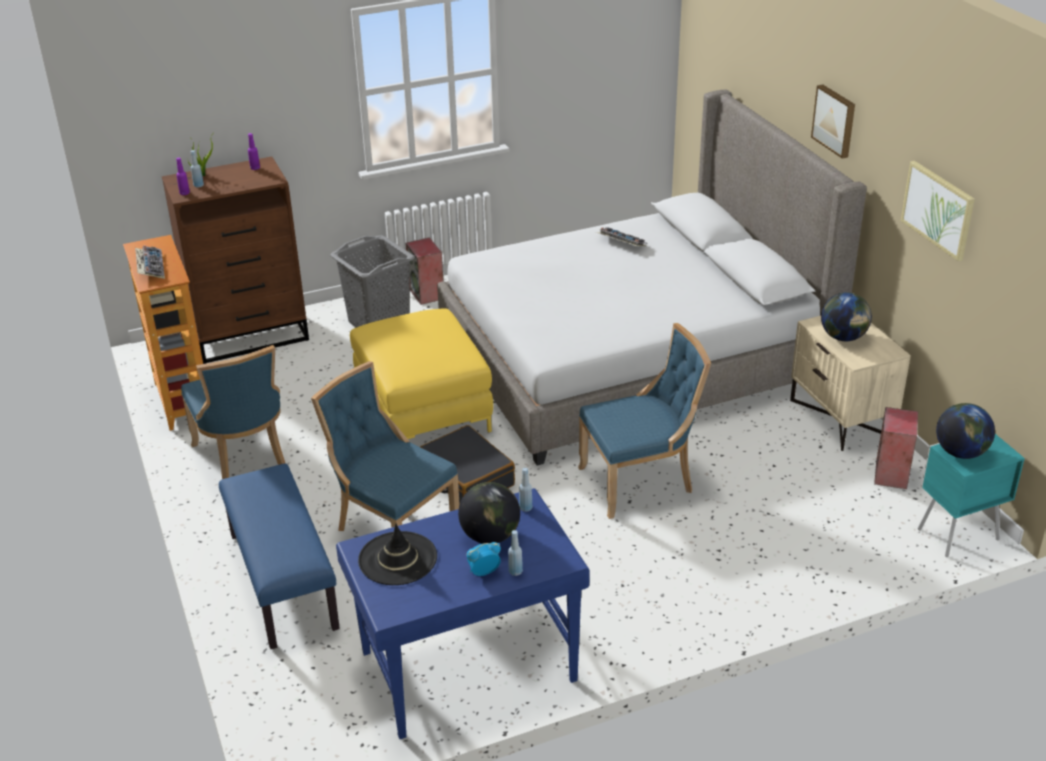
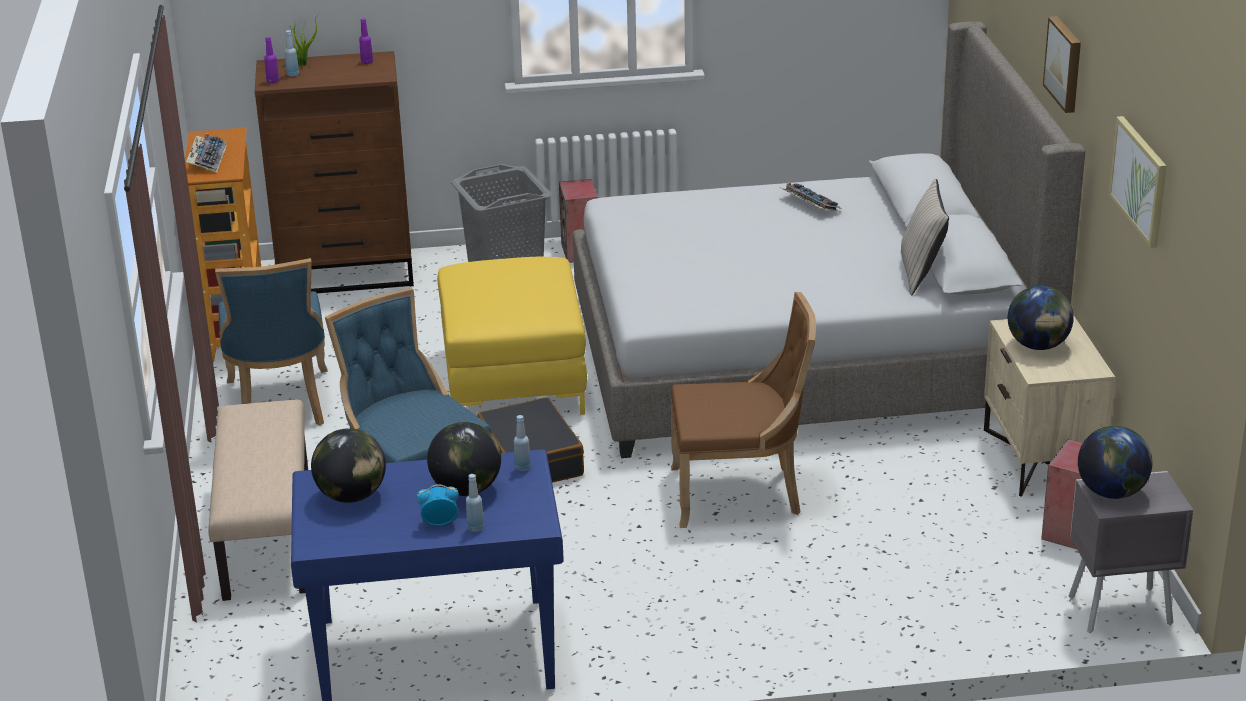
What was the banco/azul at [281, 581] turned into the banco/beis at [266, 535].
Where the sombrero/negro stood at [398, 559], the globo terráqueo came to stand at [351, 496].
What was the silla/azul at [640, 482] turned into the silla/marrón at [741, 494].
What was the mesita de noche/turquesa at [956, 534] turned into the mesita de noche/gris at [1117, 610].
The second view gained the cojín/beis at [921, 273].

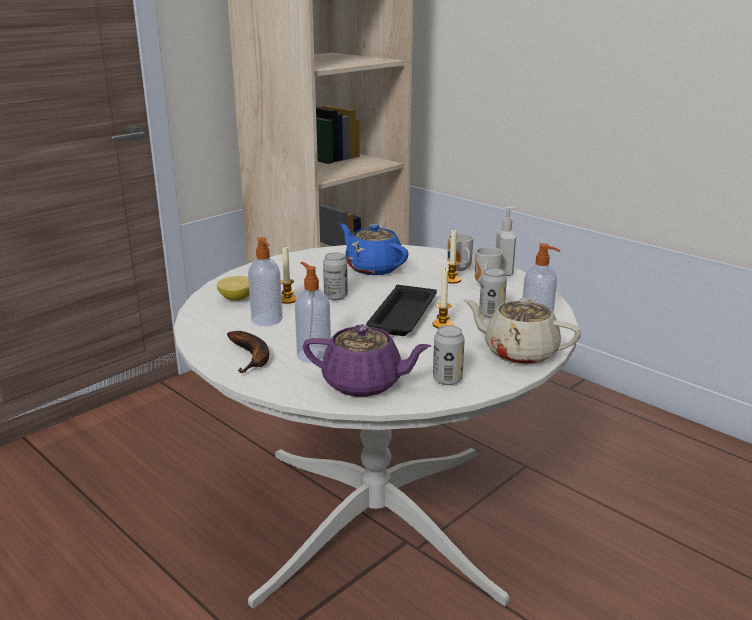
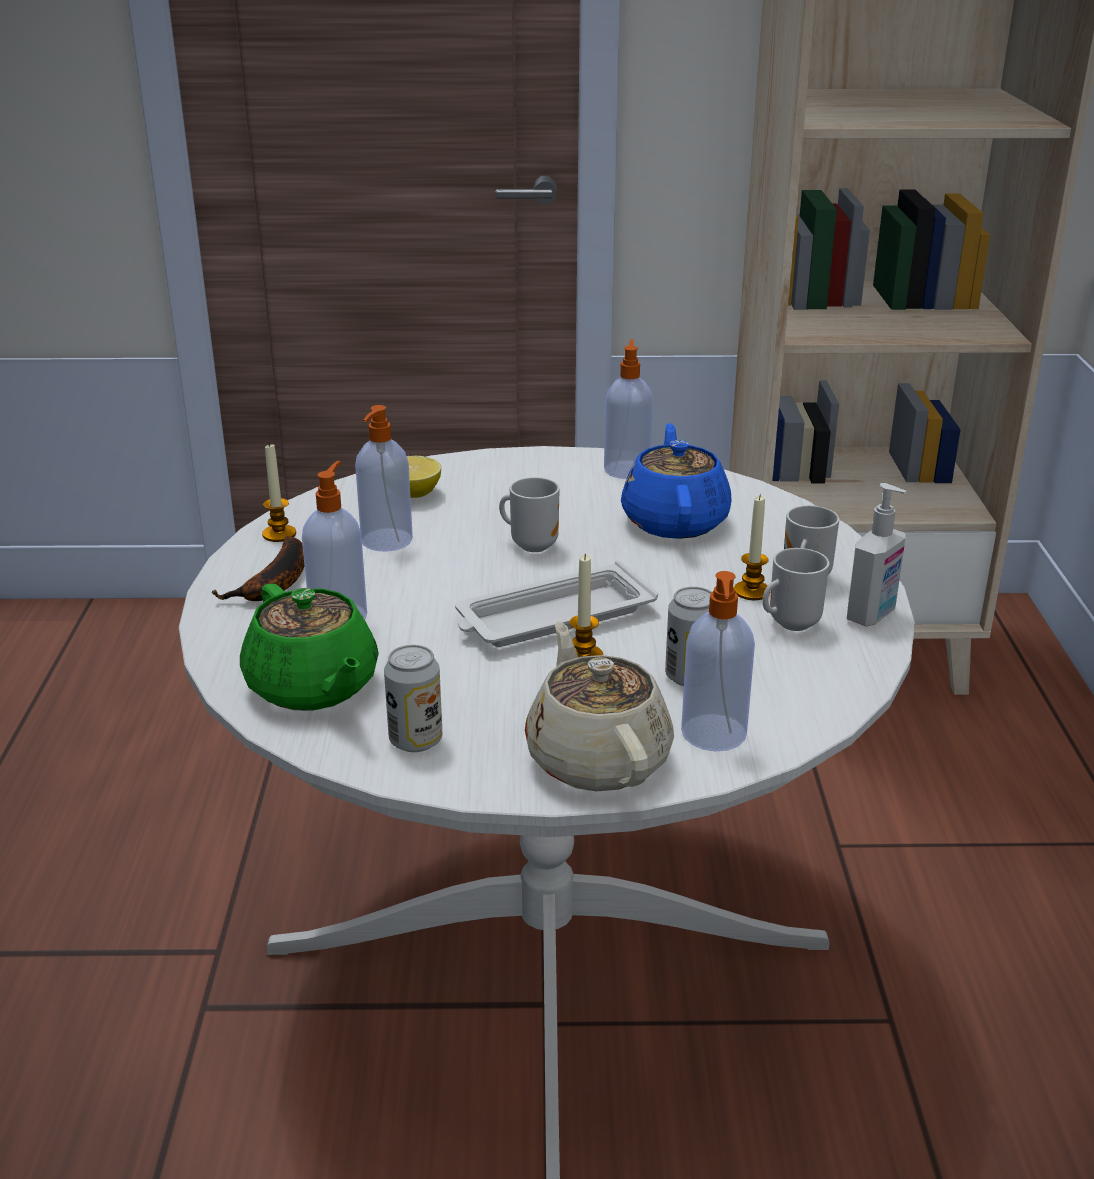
The vela ended up elsewhere, having gone from [288, 299] to [279, 534].
What was the tetera/morado at [364, 383] turned into the tetera/verde at [313, 687].
Where the lata stood at [335, 296], the taza grande came to stand at [532, 544].
What was the bandeja/negro at [402, 317] turned into the bandeja/blanco at [552, 617].
The second view gained the dispensador de jabón at [627, 469].

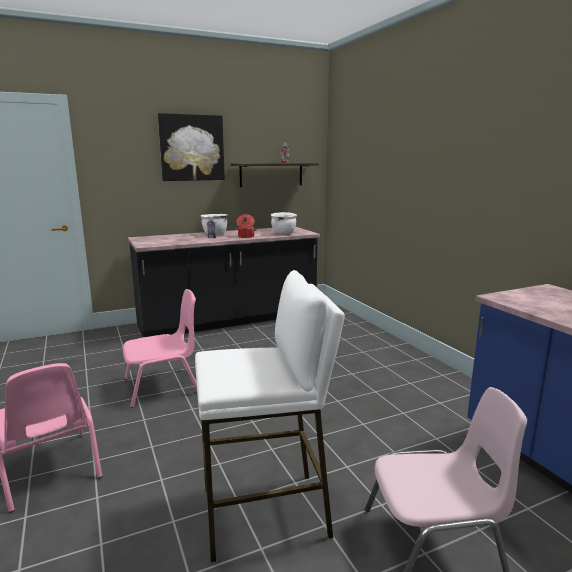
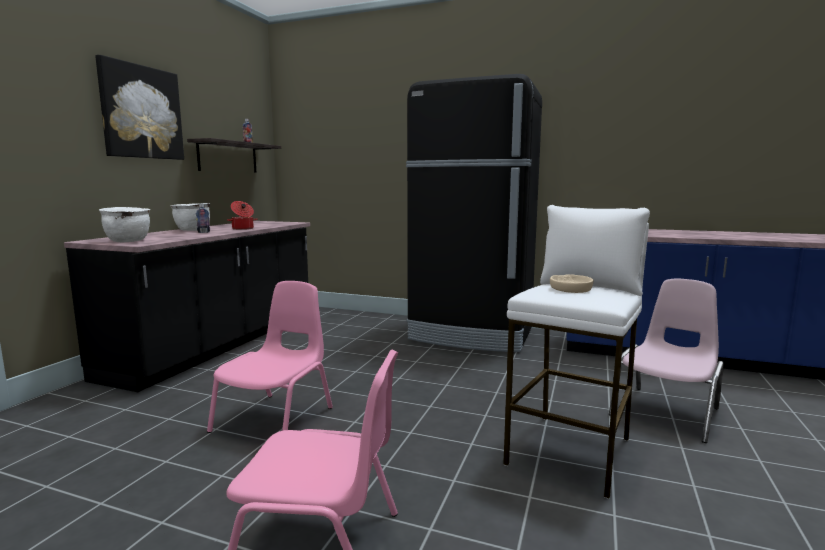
The olla/blanco ended up elsewhere, having gone from [284, 233] to [128, 241].
The second view gained the nevera/negro at [471, 335].
The second view gained the cuenco/beis at [570, 289].

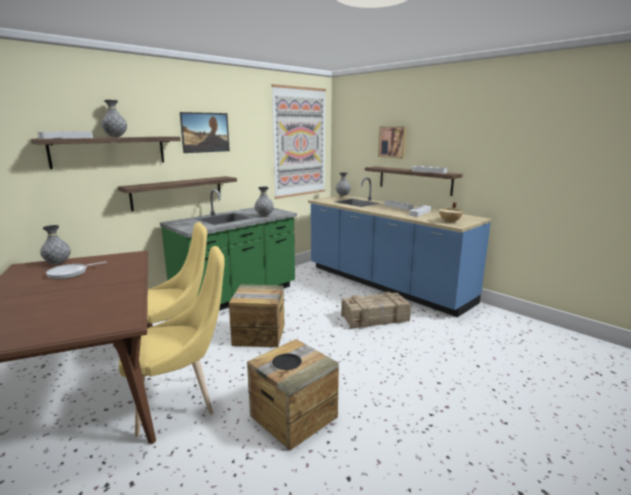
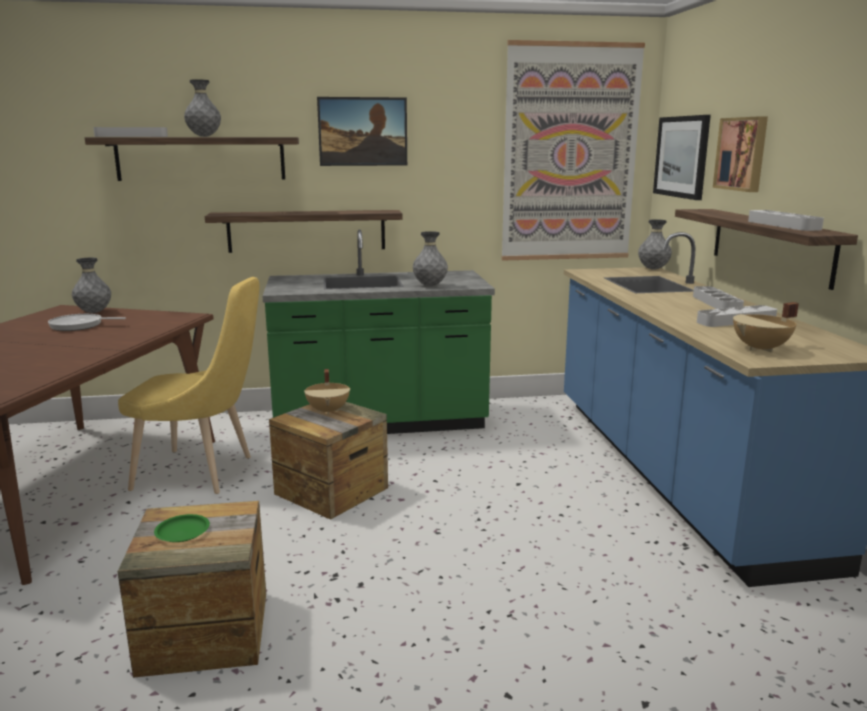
The second view lost the silla/amarillo at [180, 401].
What was the plato/negro at [287, 363] turned into the plato/verde at [183, 532].
The second view lost the caja de embalaje at [375, 318].
The second view gained the olla/beis at [329, 410].
The second view gained the cuadro at [681, 157].

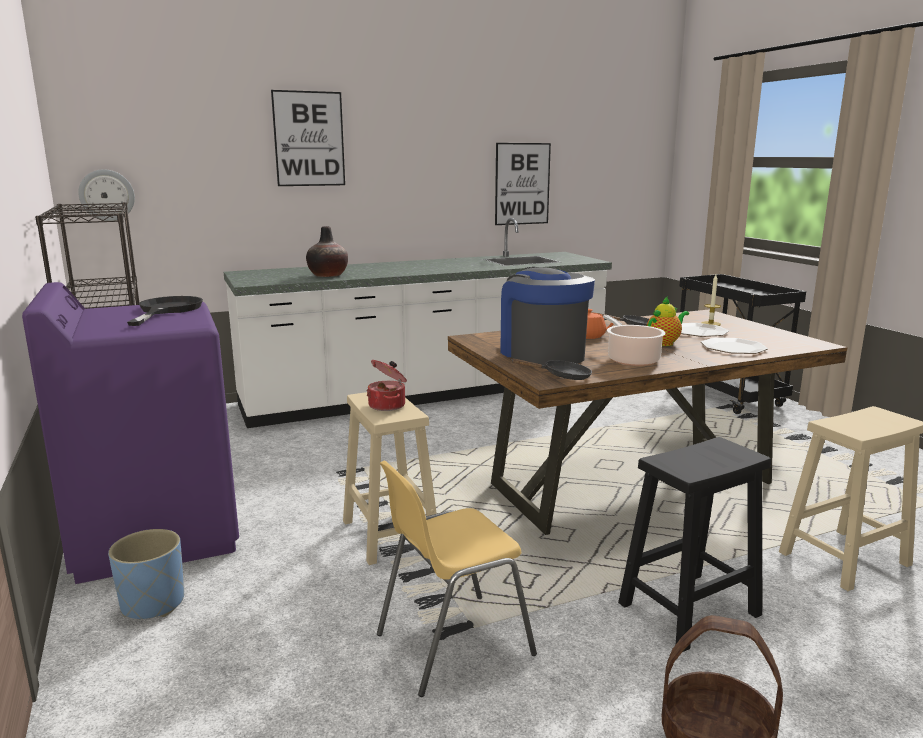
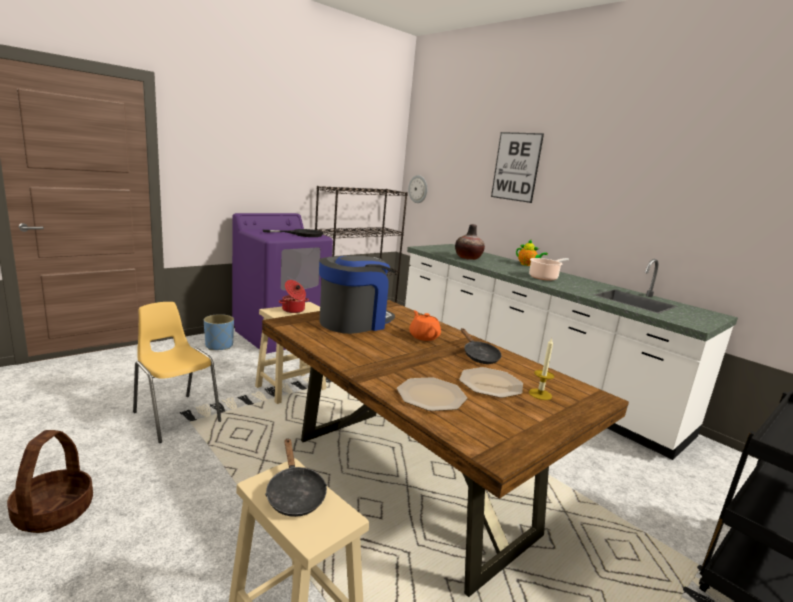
The second view lost the cuadro at [522, 184].
The sartén/negro ended up elsewhere, having gone from [562, 376] to [295, 494].
The olla ended up elsewhere, having gone from [631, 359] to [544, 277].
The second view lost the taburete/negro at [687, 610].
The tetera ended up elsewhere, having gone from [664, 343] to [527, 265].

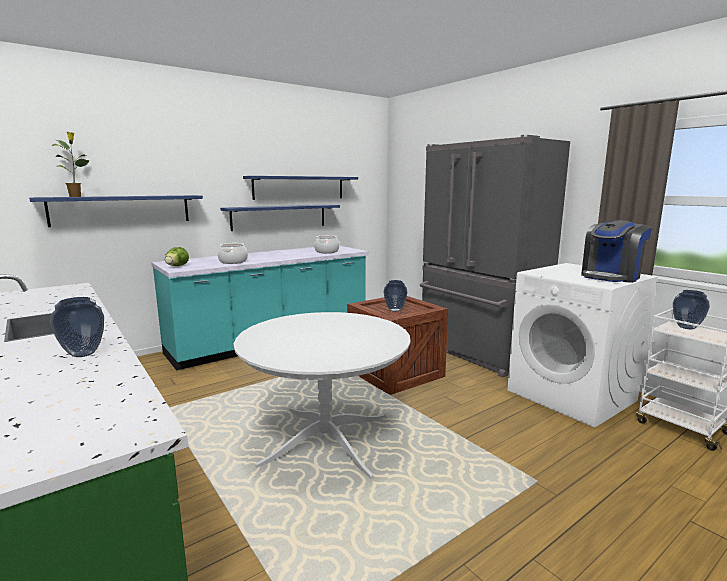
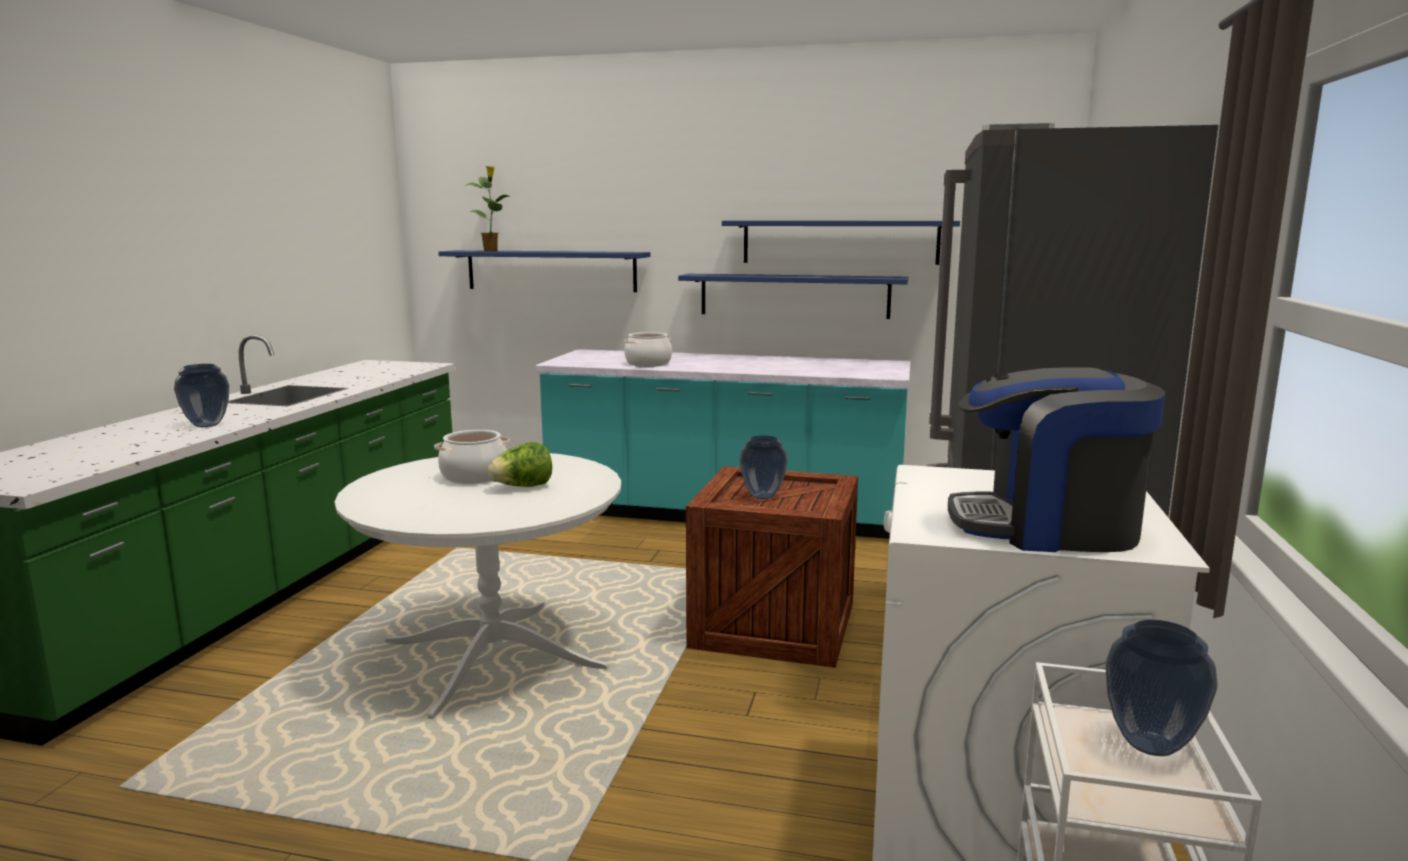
The lechuga ended up elsewhere, having gone from [176, 266] to [523, 487].
The olla ended up elsewhere, having gone from [326, 251] to [474, 476].

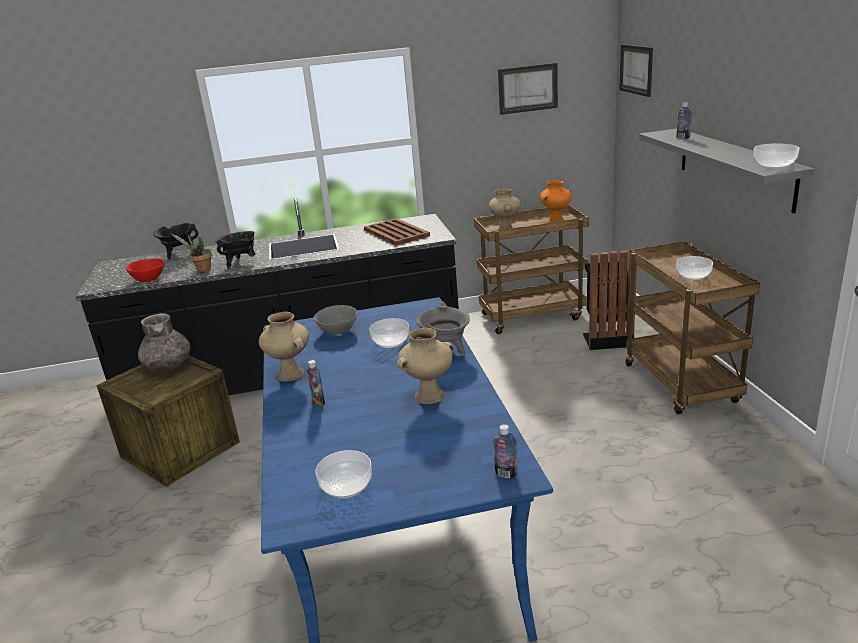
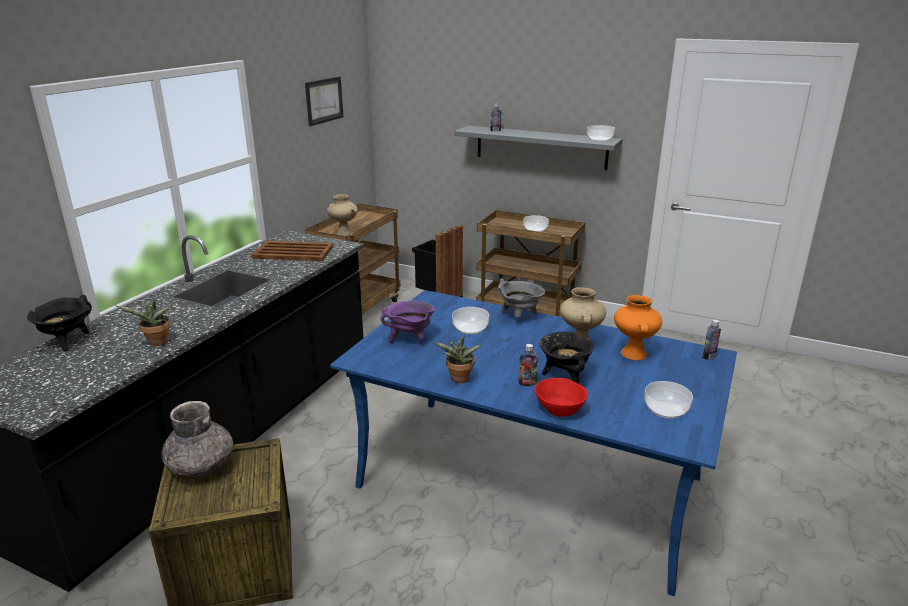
The cuenco/rojo ended up elsewhere, having gone from [149, 279] to [560, 409].
The olla/negro ended up elsewhere, having gone from [240, 263] to [564, 377].
Where the florero/beis stood at [291, 374], the planta en maceta came to stand at [459, 380].
Where the cuenco/gris stood at [337, 331], the olla/morado came to stand at [410, 339].
The florero/naranja ended up elsewhere, having gone from [556, 221] to [632, 353].
The second view lost the cuadro at [636, 69].

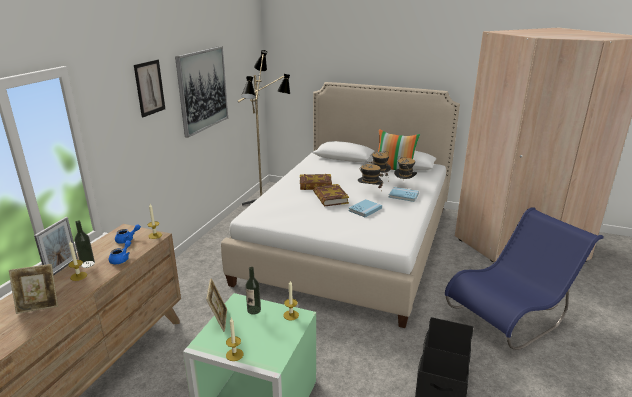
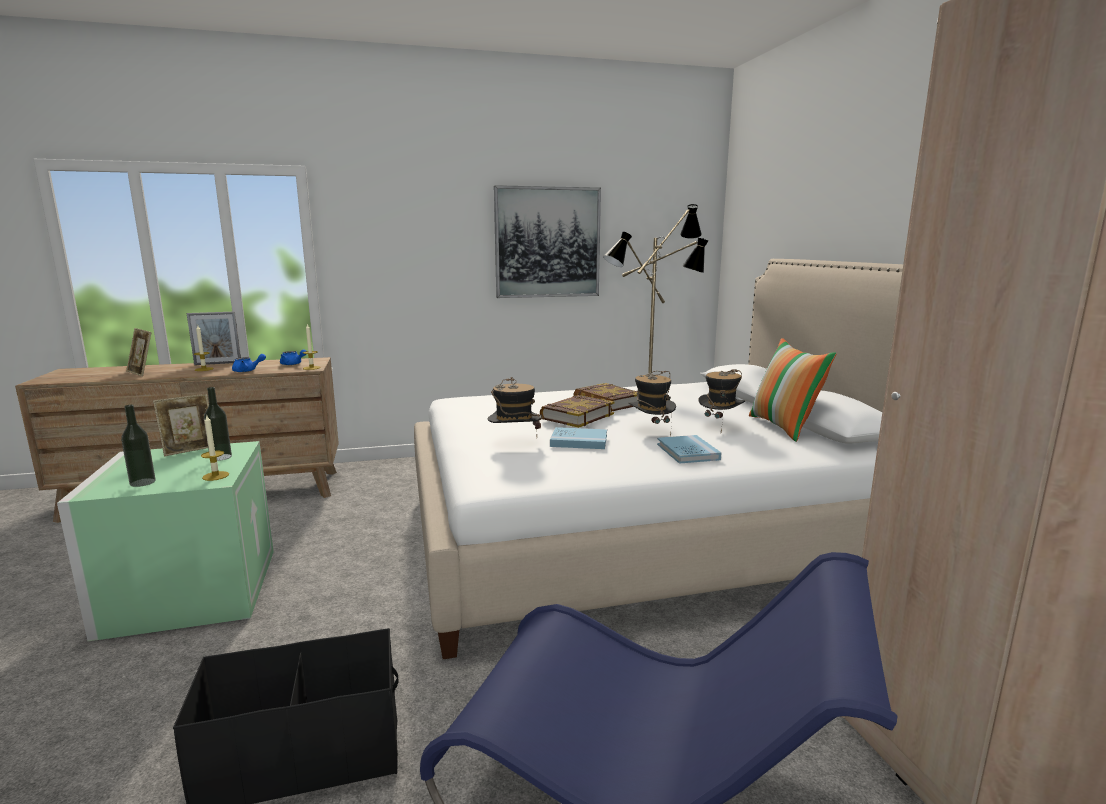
The botella ended up elsewhere, having gone from [87, 264] to [142, 482].
The second view lost the cuadro at [149, 88].
The second view lost the vela at [234, 354].
The sombrero ended up elsewhere, having gone from [404, 185] to [514, 443].

